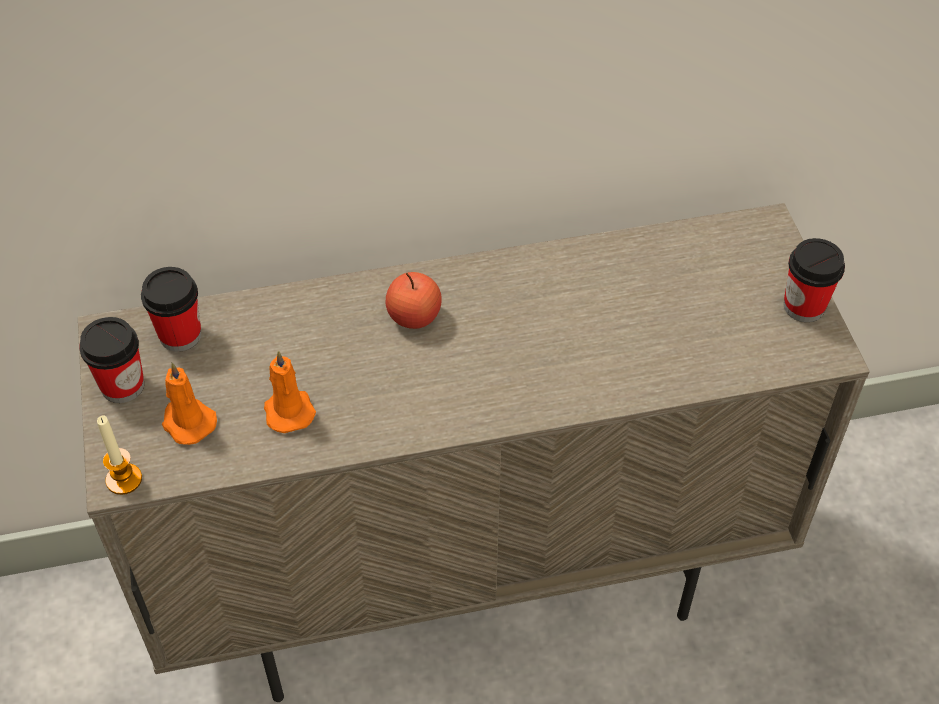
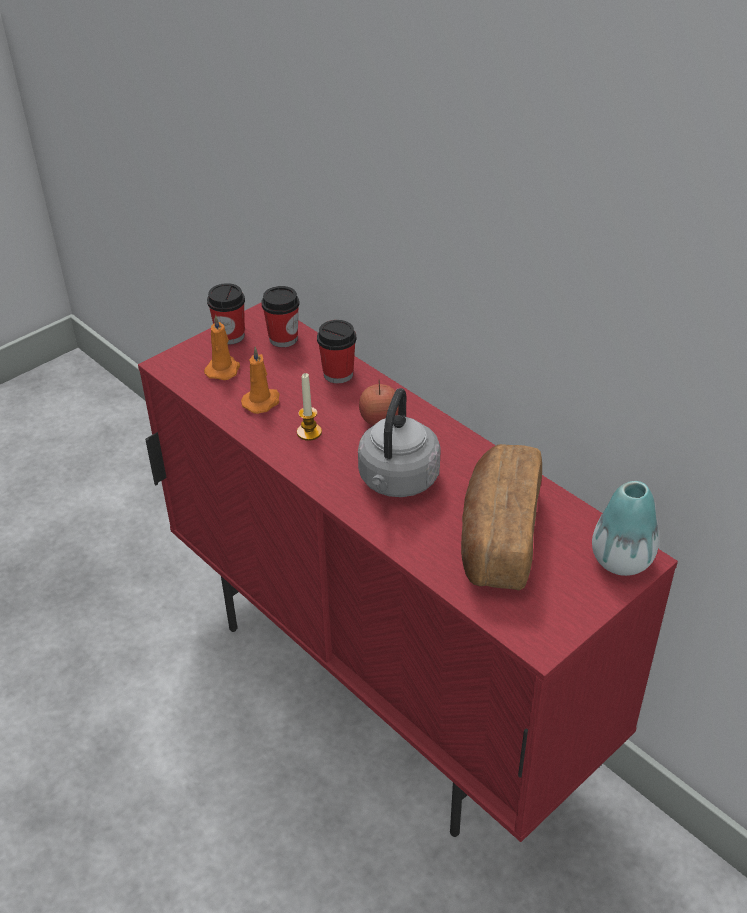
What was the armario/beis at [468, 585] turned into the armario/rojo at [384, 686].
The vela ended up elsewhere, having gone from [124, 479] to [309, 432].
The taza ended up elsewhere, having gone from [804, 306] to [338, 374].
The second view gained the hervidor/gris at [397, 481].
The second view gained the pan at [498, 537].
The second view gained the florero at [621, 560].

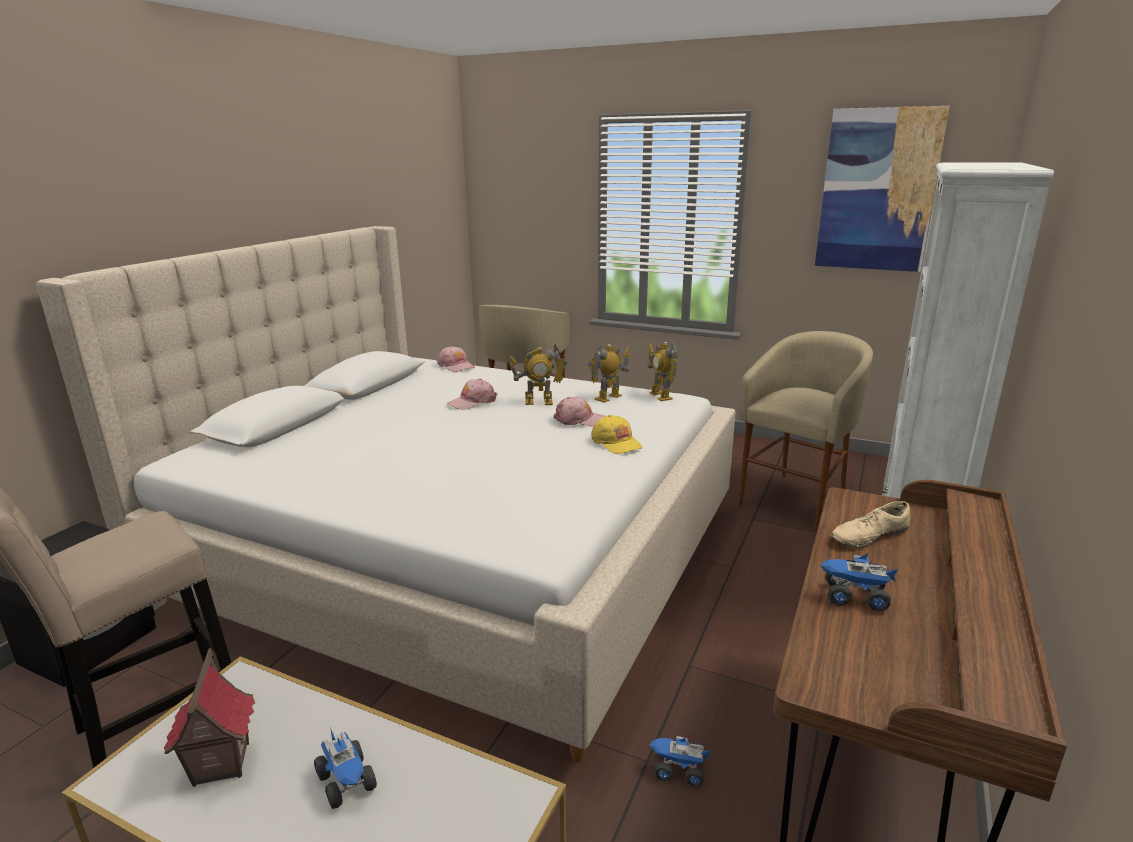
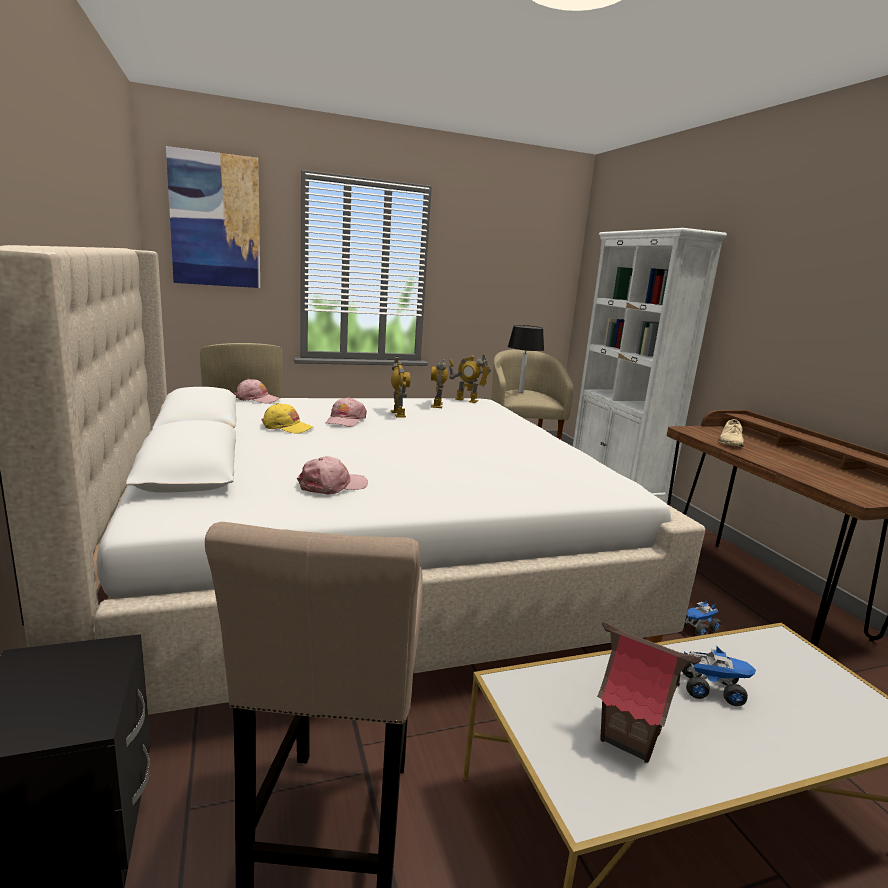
The robot de juguete at [539, 402] ended up facing another way, 60 degrees counterclockwise from before.
The gorra/rosa ended up elsewhere, having gone from [579, 420] to [332, 485].
The gorra/amarillo ended up elsewhere, having gone from [616, 443] to [287, 427].
The cuadro ended up elsewhere, having gone from [877, 190] to [215, 221].
The second view lost the camión de juguete at [854, 597].
The second view gained the lámpara de mesa/negro at [520, 392].

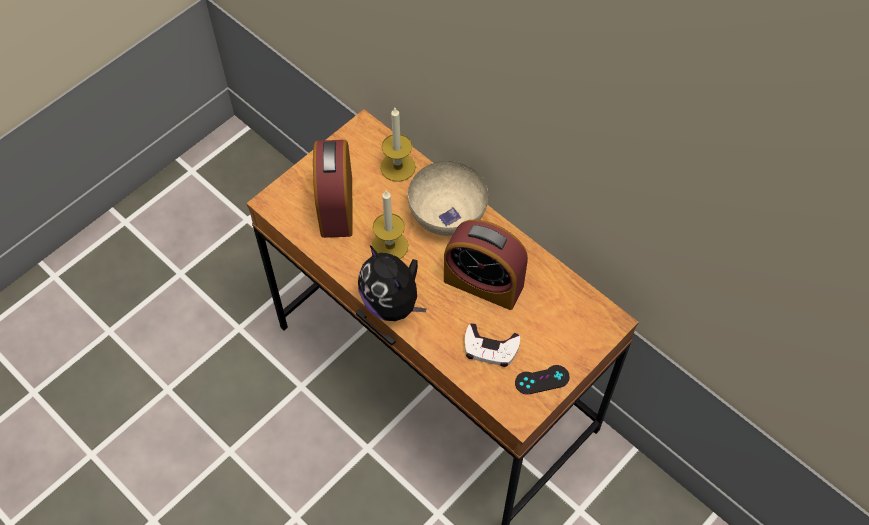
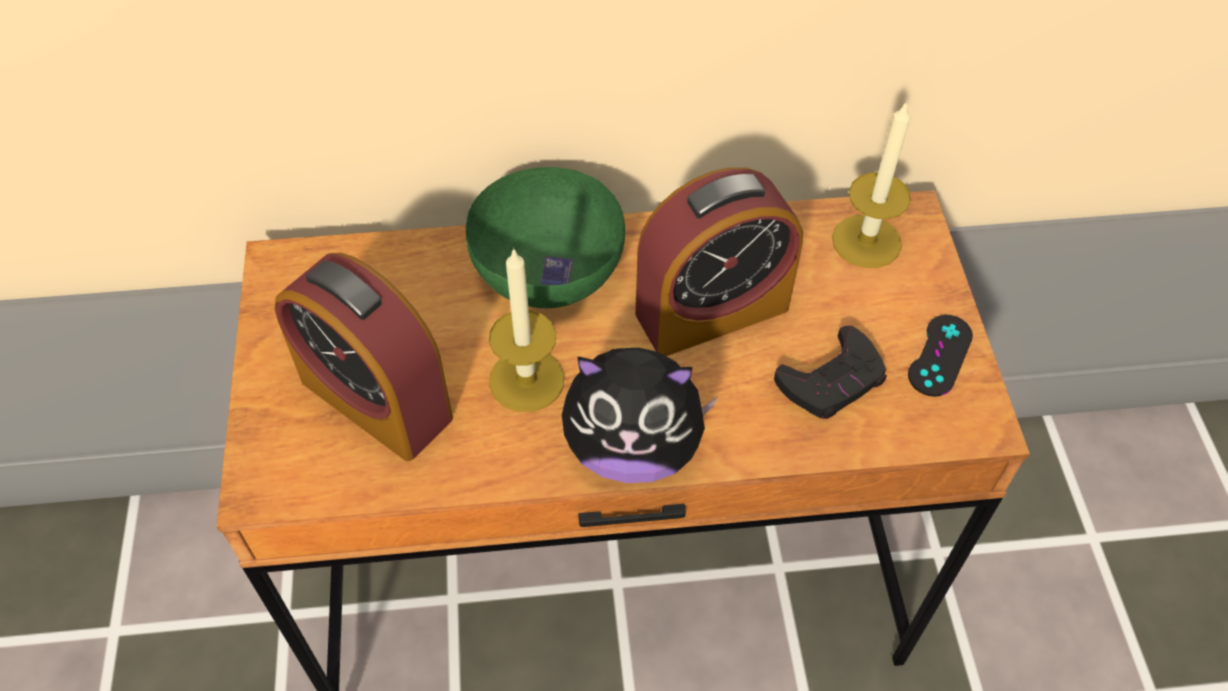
The vela ended up elsewhere, having gone from [397, 167] to [866, 241].
What was the cuenco/beis at [448, 212] turned into the cuenco/verde at [547, 268].
What was the mando de consola/blanco at [490, 348] turned into the mando de consola/negro at [832, 380].

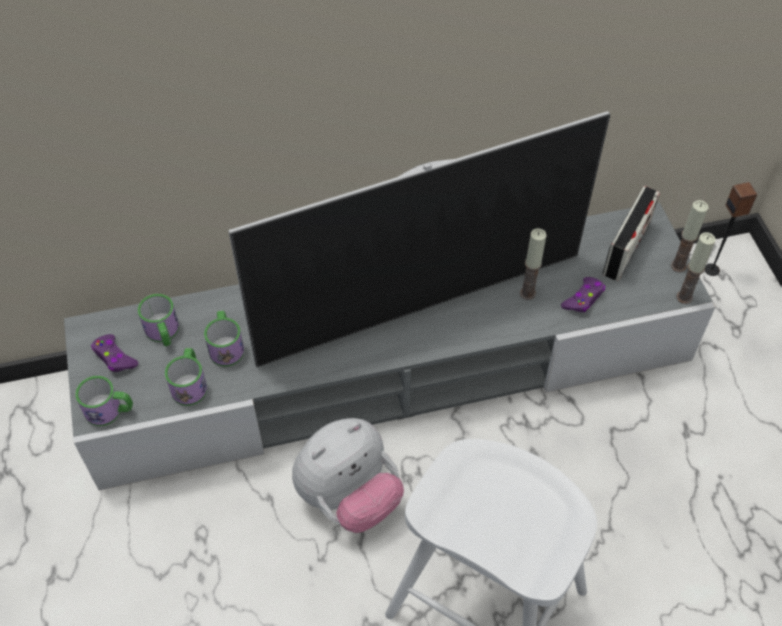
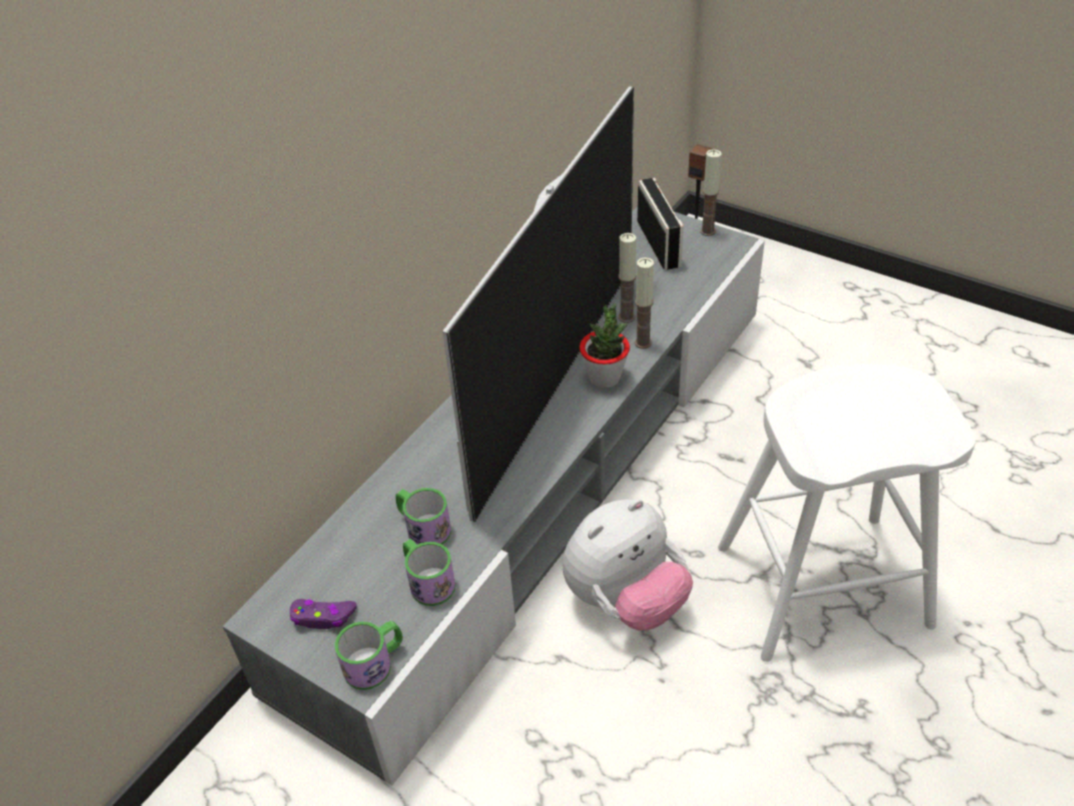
The second view lost the taza grande at [163, 333].
The peluche at [349, 497] ended up facing another way, 45 degrees clockwise from before.
The second view lost the mando de consola/morado at [583, 299].
The vela ended up elsewhere, having gone from [684, 297] to [643, 342].
The second view gained the planta en maceta at [605, 378].

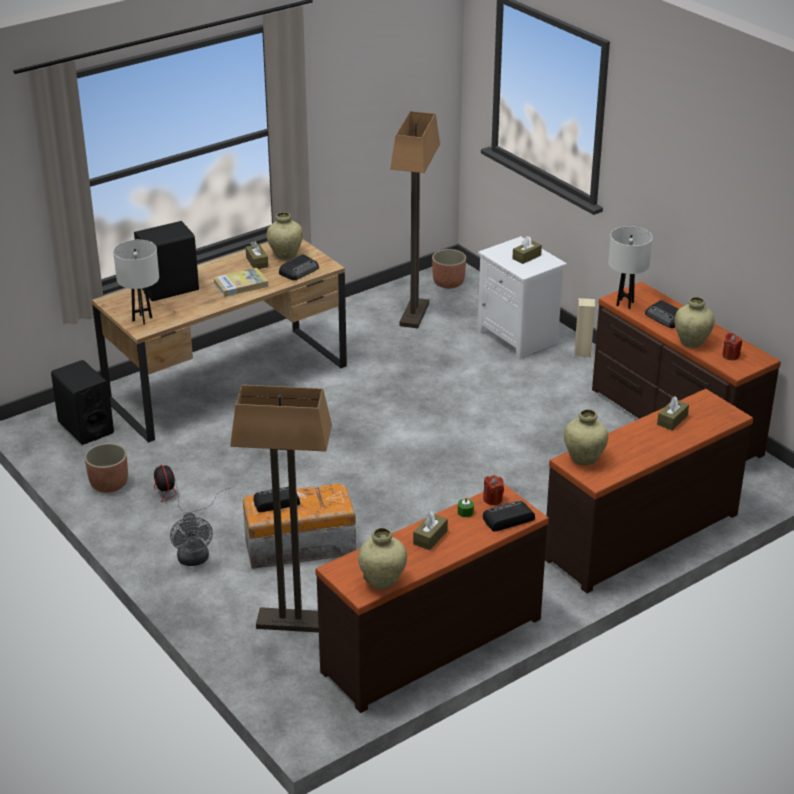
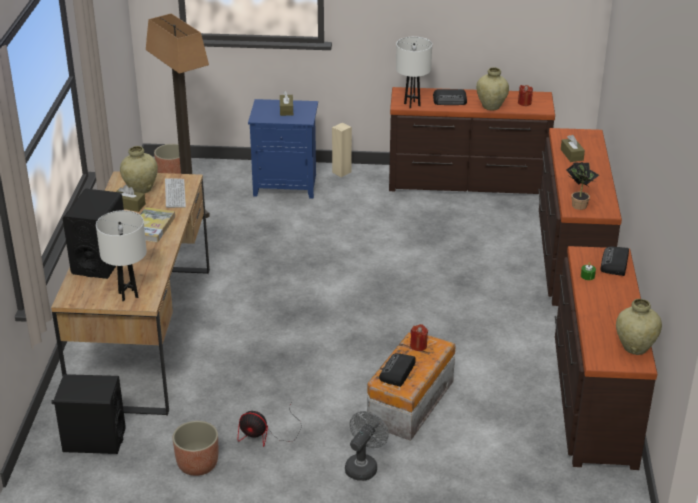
The ventilador/gris at [193, 560] ended up facing another way, 90 degrees counterclockwise from before.
The second view lost the lámpara de pie at [291, 622].
Where the radio stood at [299, 271], the teclado came to stand at [175, 194].
The second view lost the caja de pañuelos/marrón at [430, 537].
What was the mesita de noche/blanco at [519, 337] turned into the mesita de noche/azul at [287, 185].
The vela/rojo ended up elsewhere, having gone from [493, 499] to [418, 346].
Where the florero/beis stood at [584, 459], the planta en maceta came to stand at [578, 204].

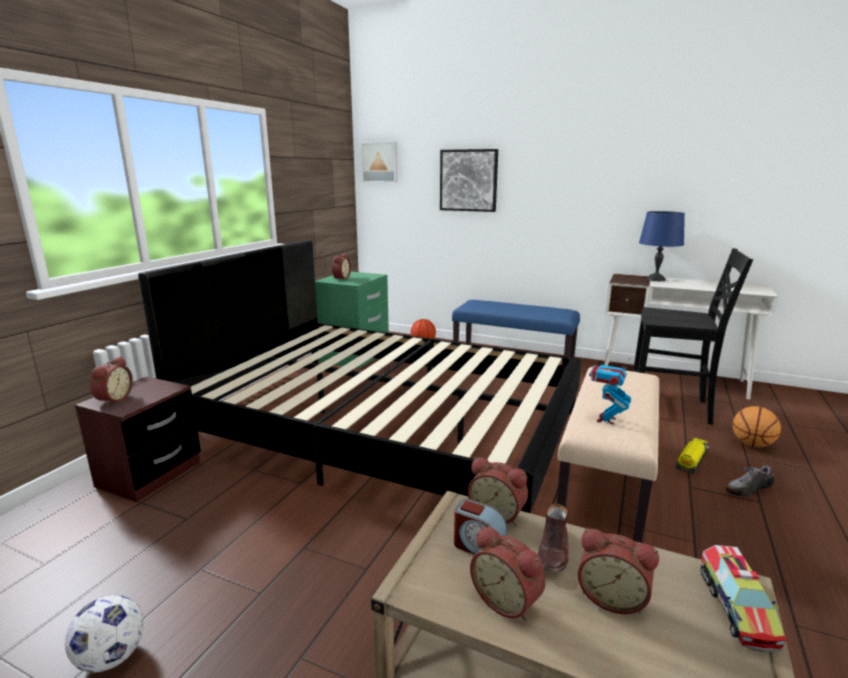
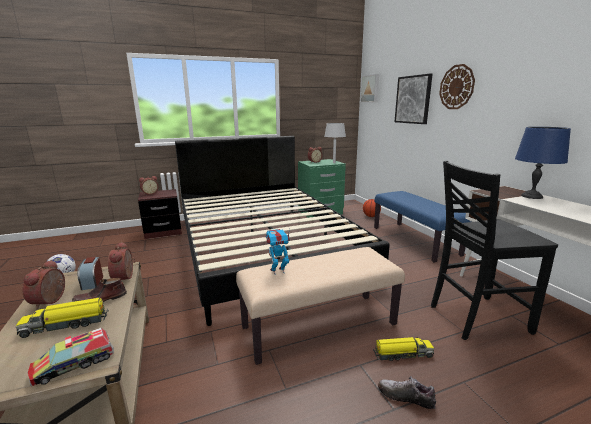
Where the despertador stood at [612, 597], the camión de juguete came to stand at [66, 324].
The silla/negro at [671, 407] ended up facing another way, 105 degrees clockwise from before.
The second view lost the balón de baloncesto at [752, 444].
The second view gained the lámpara de mesa/gris at [334, 162].
The second view gained the reloj de pared at [456, 87].

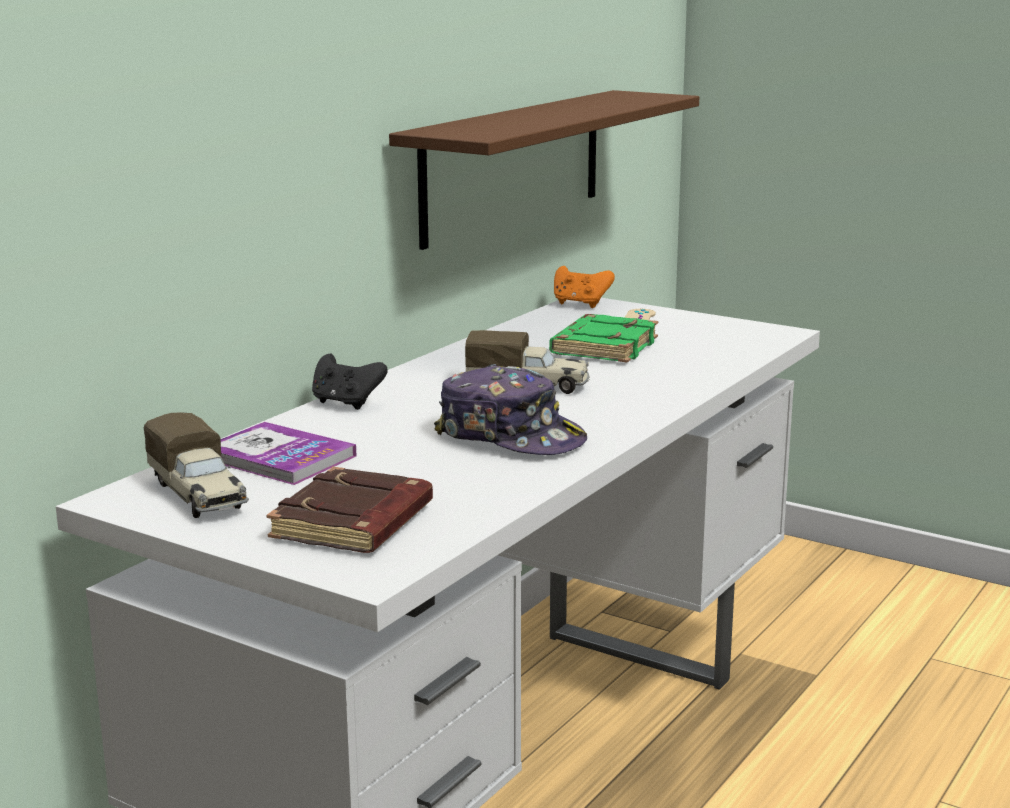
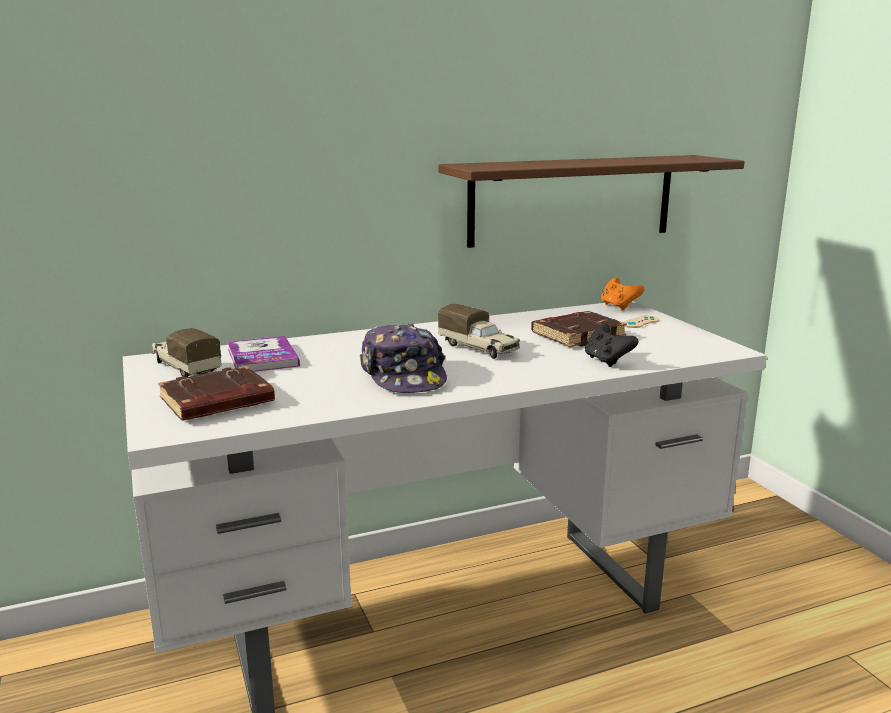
The camión de juguete at [199, 496] ended up facing another way, 135 degrees clockwise from before.
The mando de consola/negro ended up elsewhere, having gone from [346, 403] to [607, 361].
What was the libro/verde at [603, 347] turned into the libro/marrón at [577, 335].

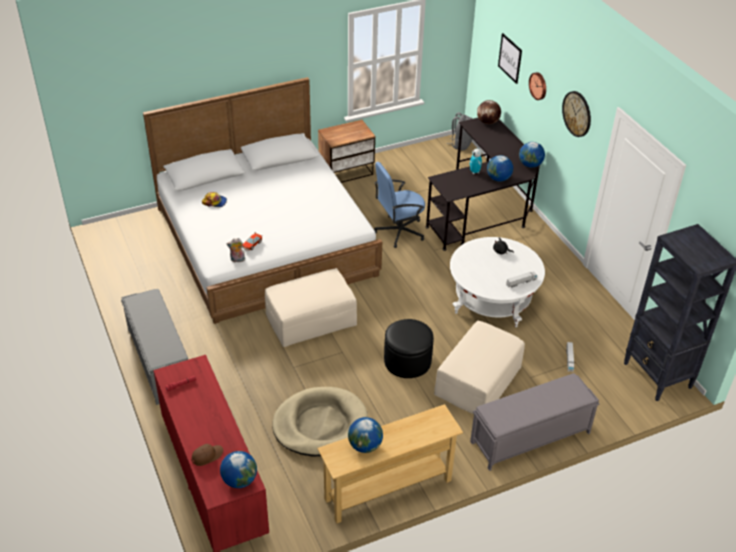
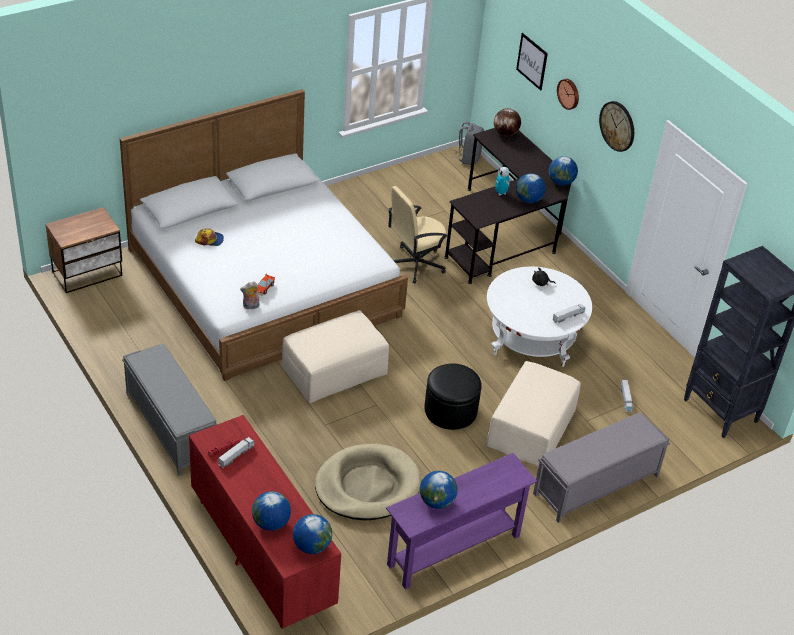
Where the gorra/marrón stood at [207, 456], the globo terráqueo came to stand at [271, 523].
What was the mesa consola/beis at [388, 490] turned into the mesa consola/morado at [454, 550].
The mesita de noche ended up elsewhere, having gone from [347, 172] to [88, 274].
What was the silla de oficina/azul at [399, 231] turned into the silla de oficina/beis at [415, 264].
The second view gained the camión de juguete at [236, 455].

